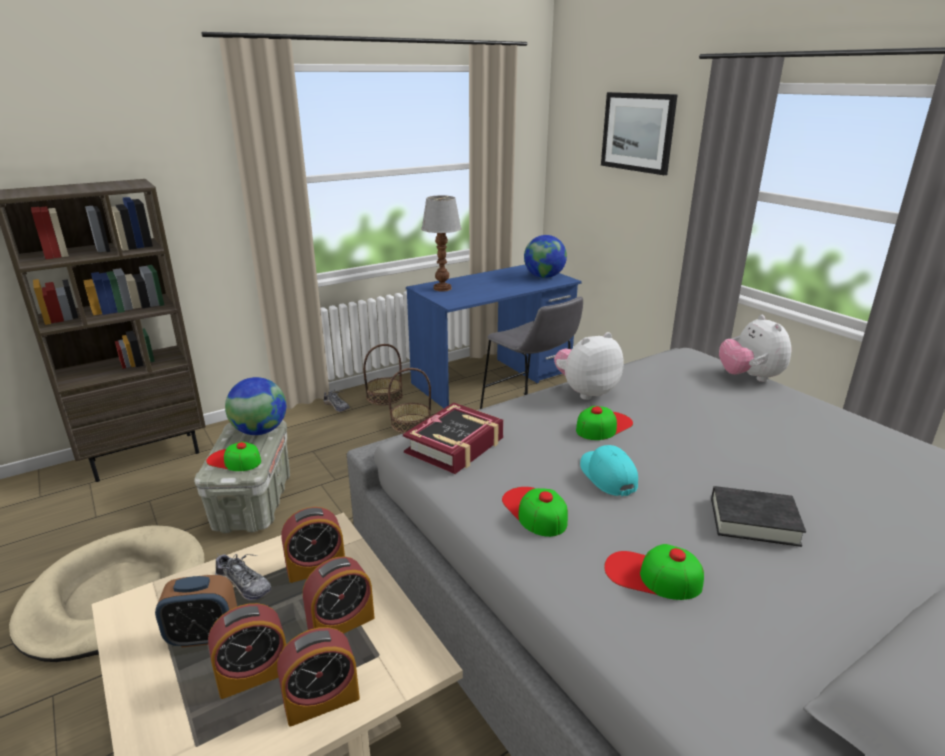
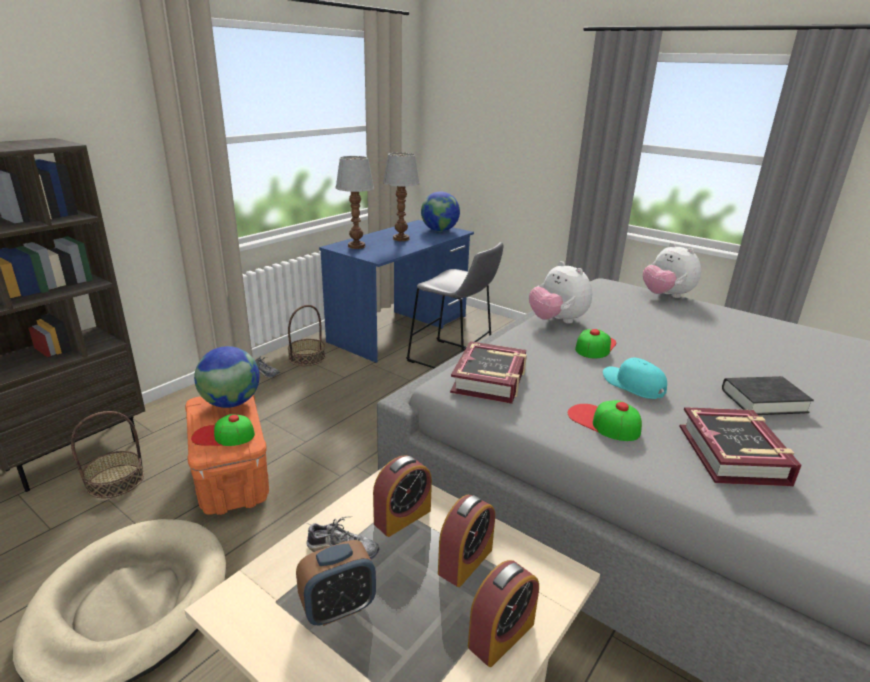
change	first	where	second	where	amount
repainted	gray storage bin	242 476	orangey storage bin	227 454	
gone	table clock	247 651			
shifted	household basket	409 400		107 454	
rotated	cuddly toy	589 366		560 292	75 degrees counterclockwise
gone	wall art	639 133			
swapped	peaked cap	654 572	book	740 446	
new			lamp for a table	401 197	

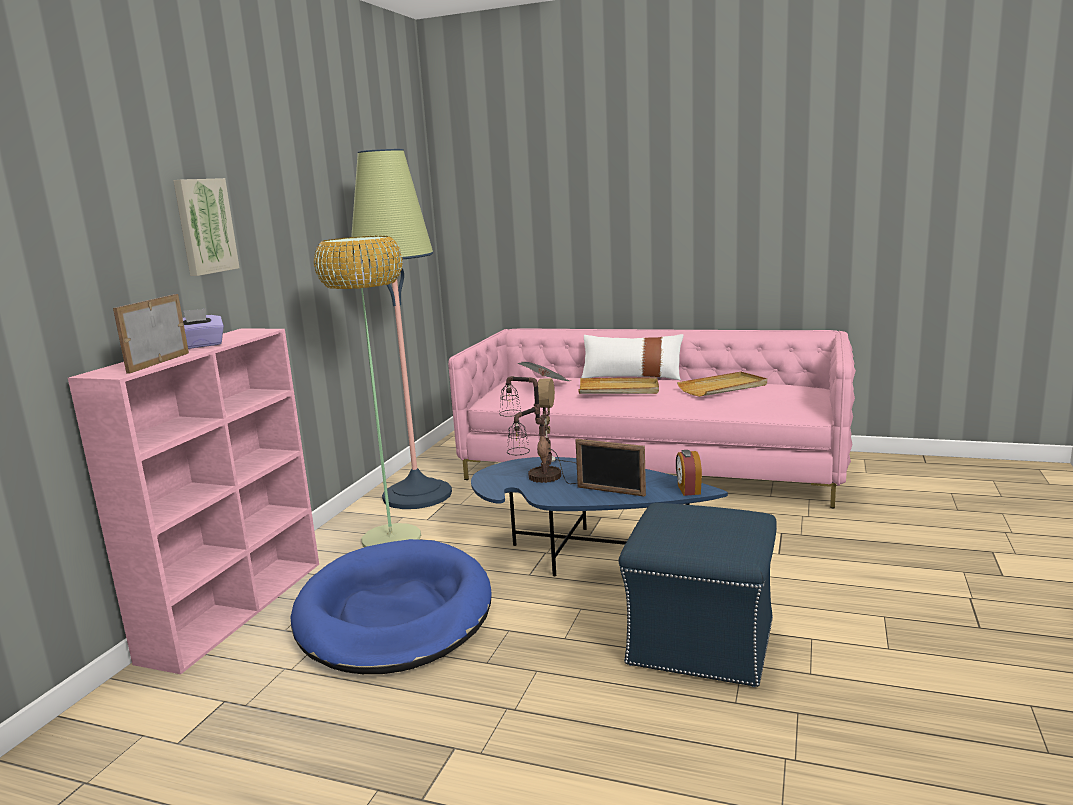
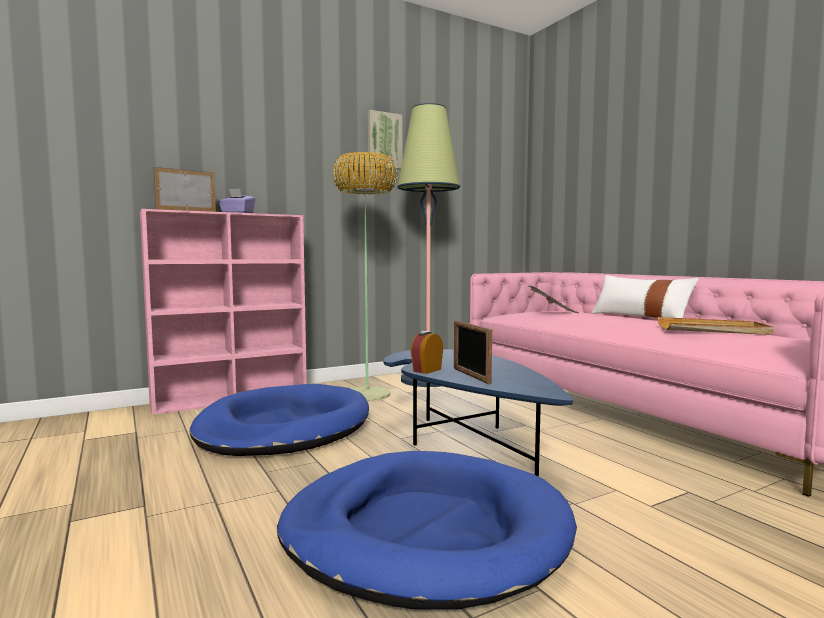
change	first	where	second	where	amount
shifted	wall art	206 227		385 140	
gone	lamp for a table	538 430			
gone	sand-coloured carrying tray	618 385			
swapped	bluish pouffe	697 595	bluish dog cushion	427 530	
shifted	table clock	689 473		427 352	

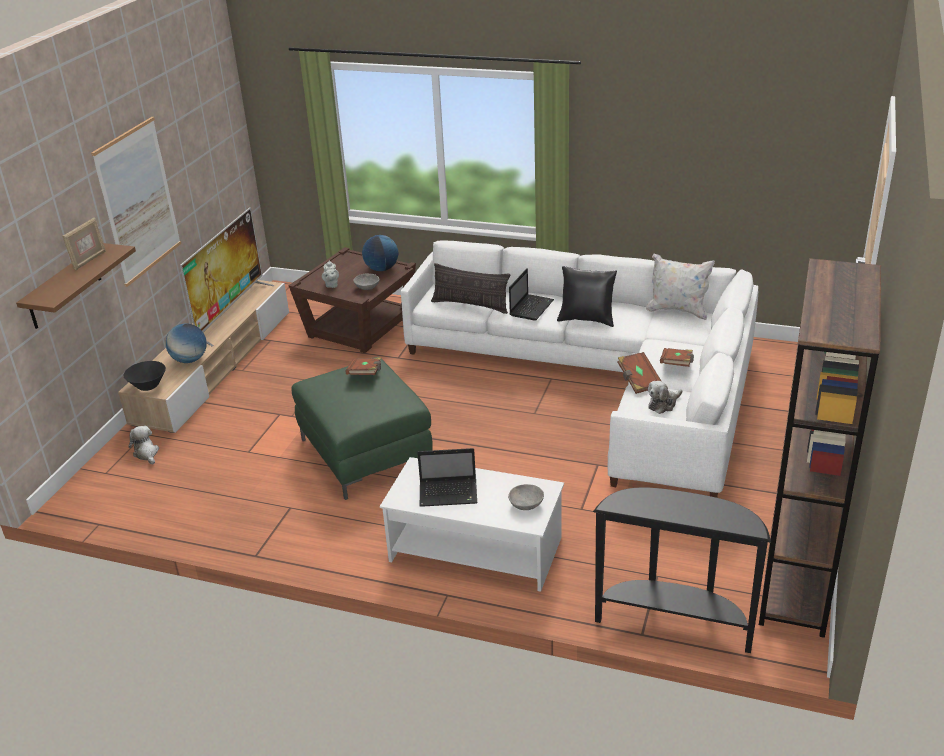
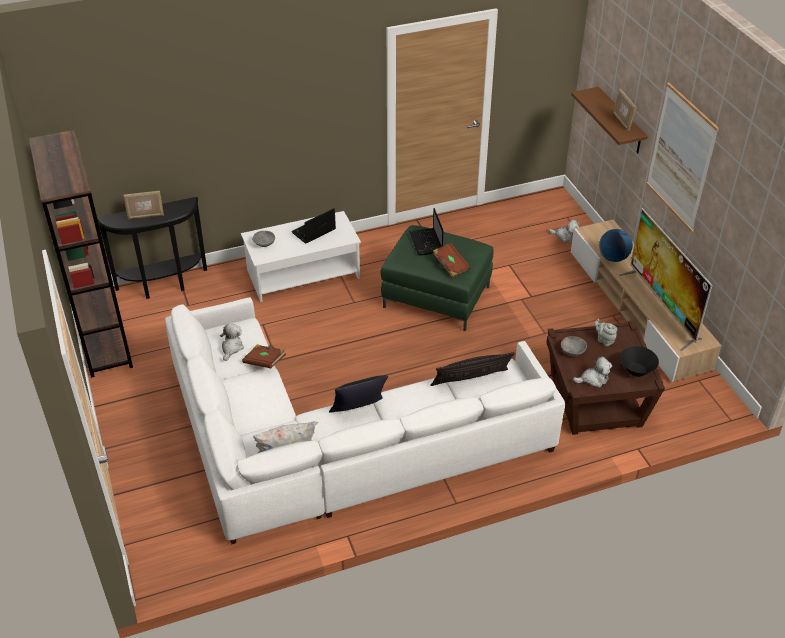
change	first	where	second	where	amount
shifted	black bowl	144 376		639 361	
swapped	globe	380 253	cuddly toy	592 372	
shifted	portable computer	531 294		426 232	
gone	brown book	677 357			
new			photo frame	143 205	

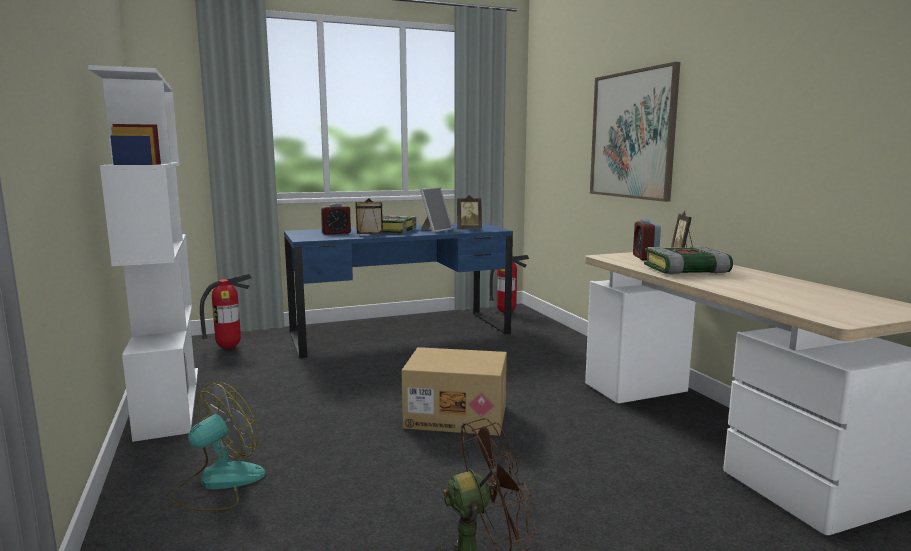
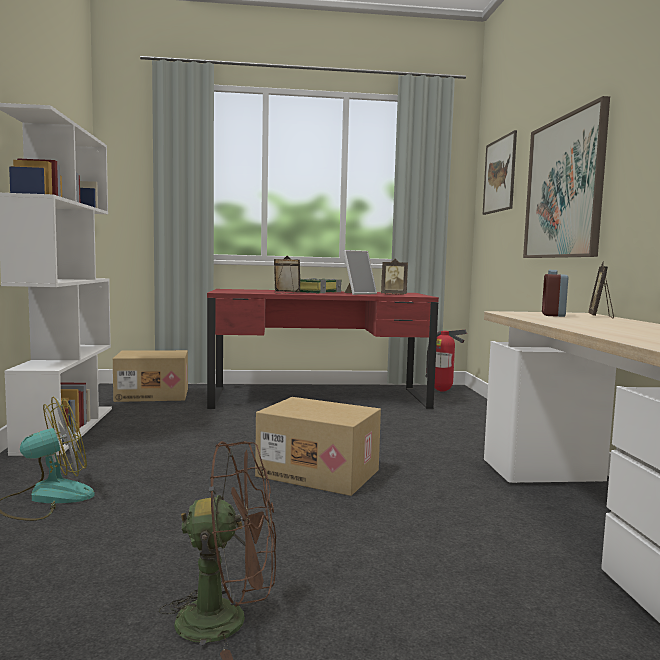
change	first	where	second	where	amount
swapped	fire extinguisher	226 311	carton	150 376	
repainted	bluish desk	398 290	red-coloured desk	323 349	
gone	table clock	336 219			
gone	book	688 260			
new			wall art	500 172	

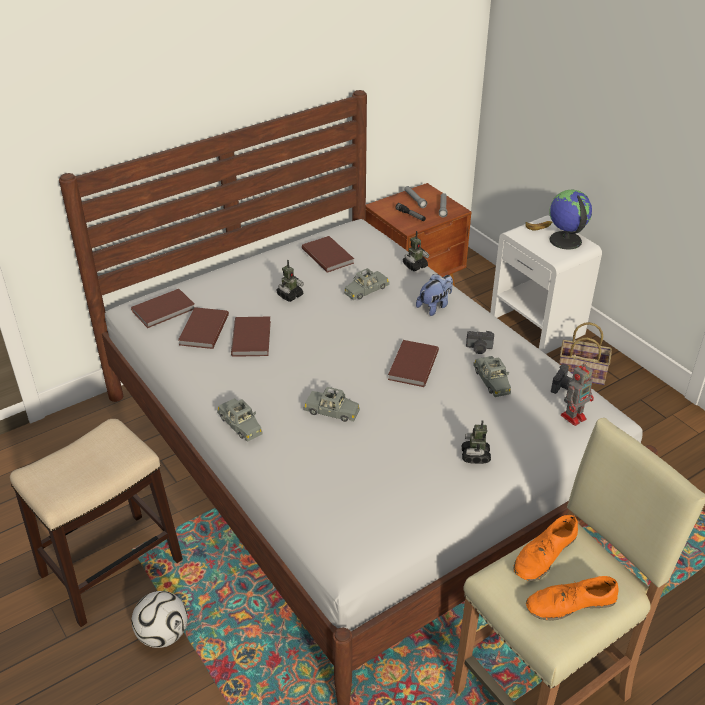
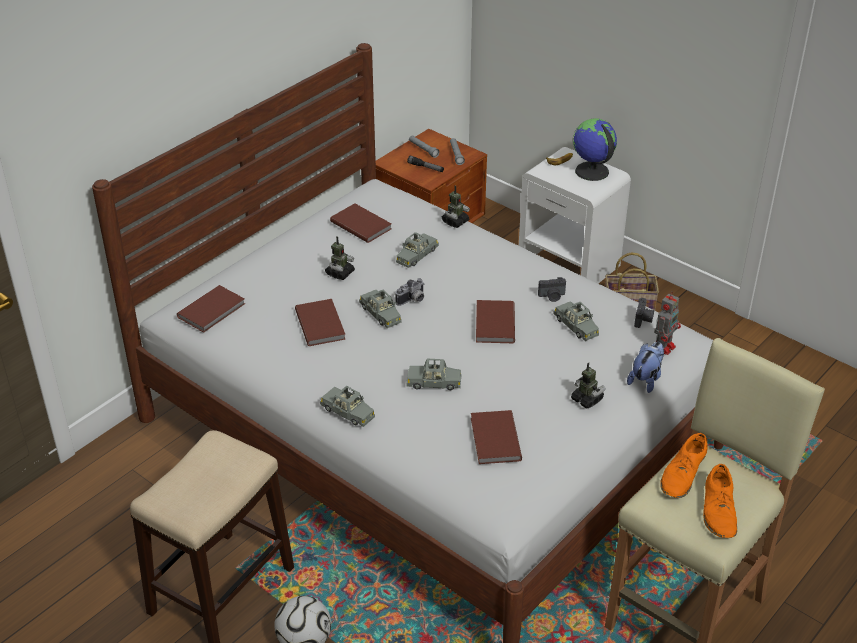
change	first	where	second	where	amount
shifted	brown book	203 328		496 437	
shifted	cuddly toy	434 295		645 367	
rotated	model robot	476 442		588 385	150 degrees clockwise
rotated	orangey low shoe	572 598		720 501	60 degrees counterclockwise
new			gray toy car	380 309	
new			still camera	409 292	

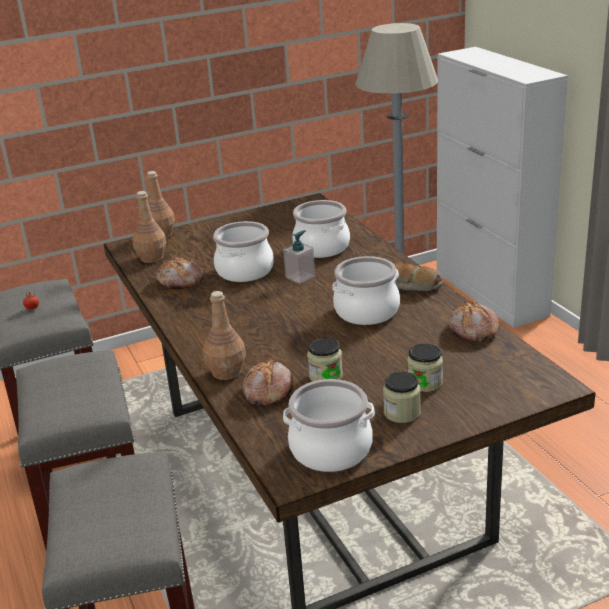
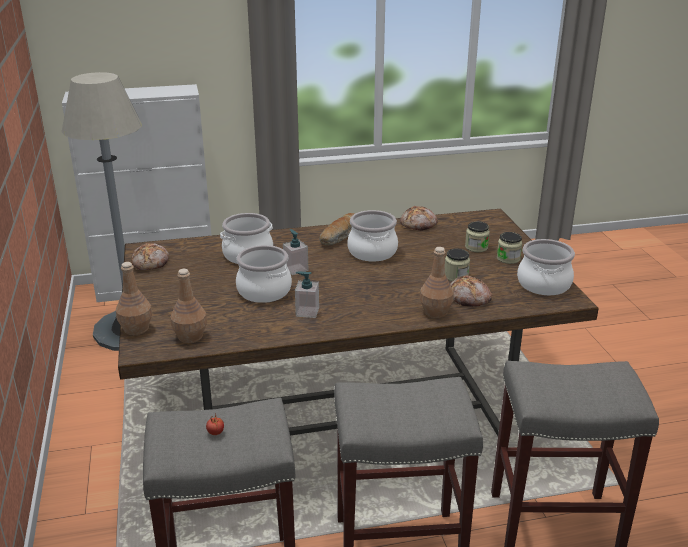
change	first	where	second	where	amount
shifted	bread	180 273		150 256	
new			soap dispenser	307 294	

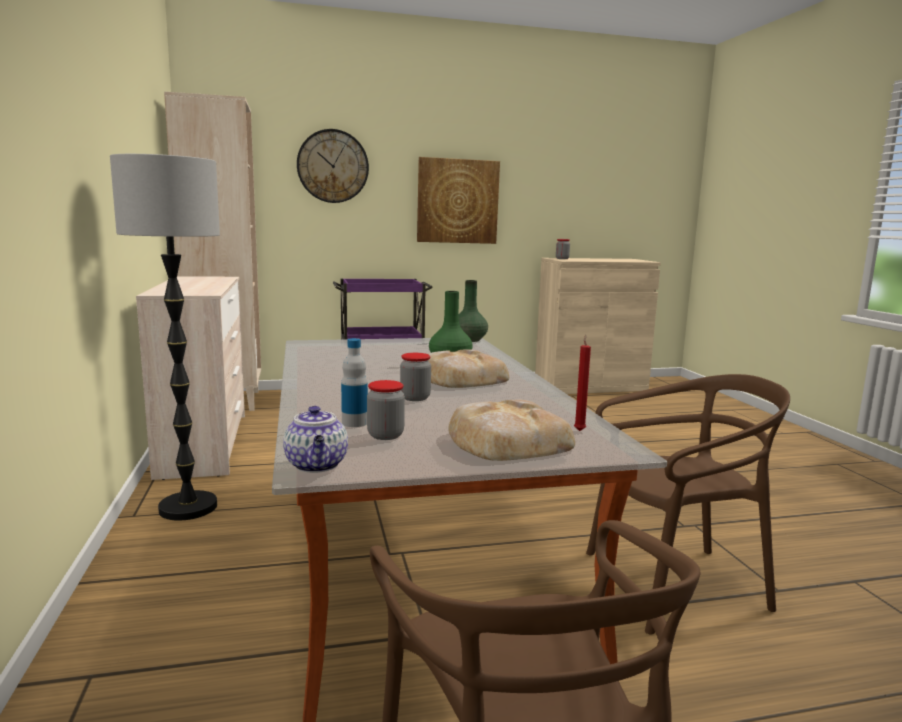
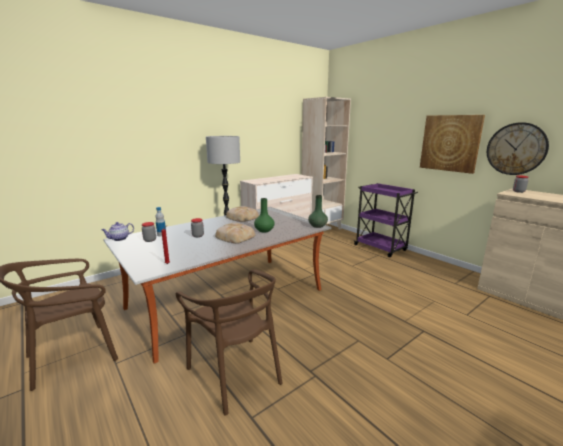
change	first	where	second	where	amount
shifted	wall clock	333 166		518 148	
shifted	bread	511 430		242 214	

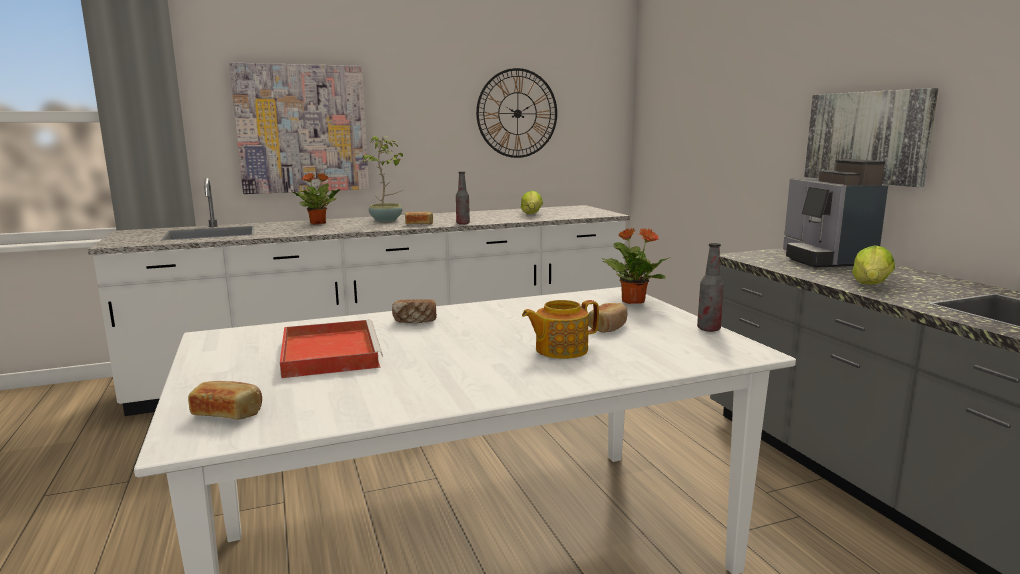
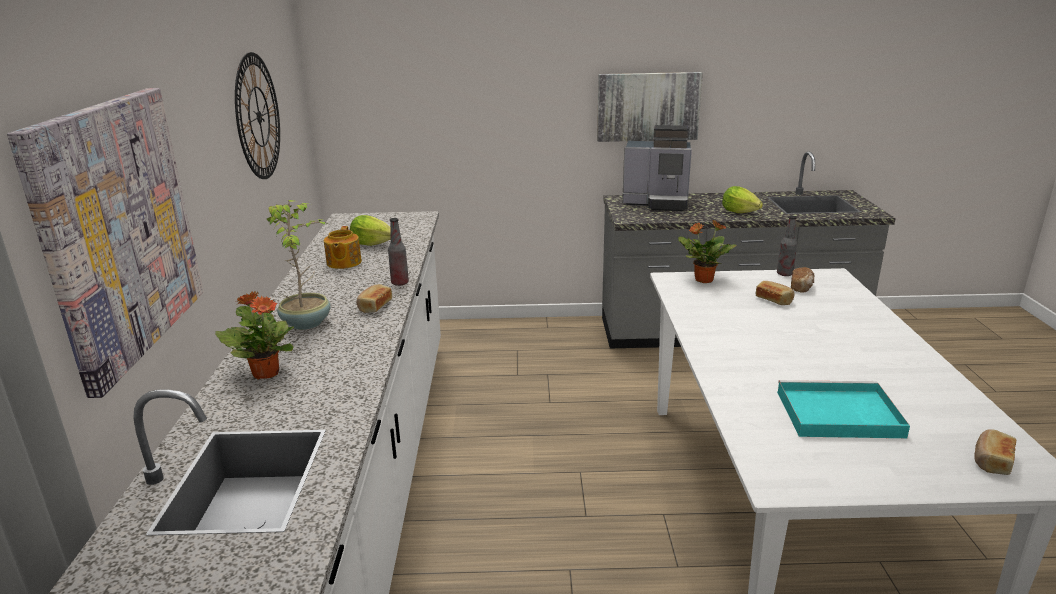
change	first	where	second	where	amount
repainted	red-coloured carrying tray	331 349	turquoise carrying tray	843 409	
shifted	bread	414 311		803 280	
shifted	pot for tea	560 329		343 247	

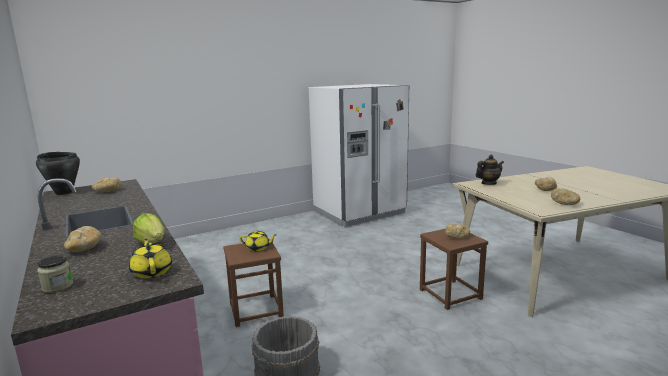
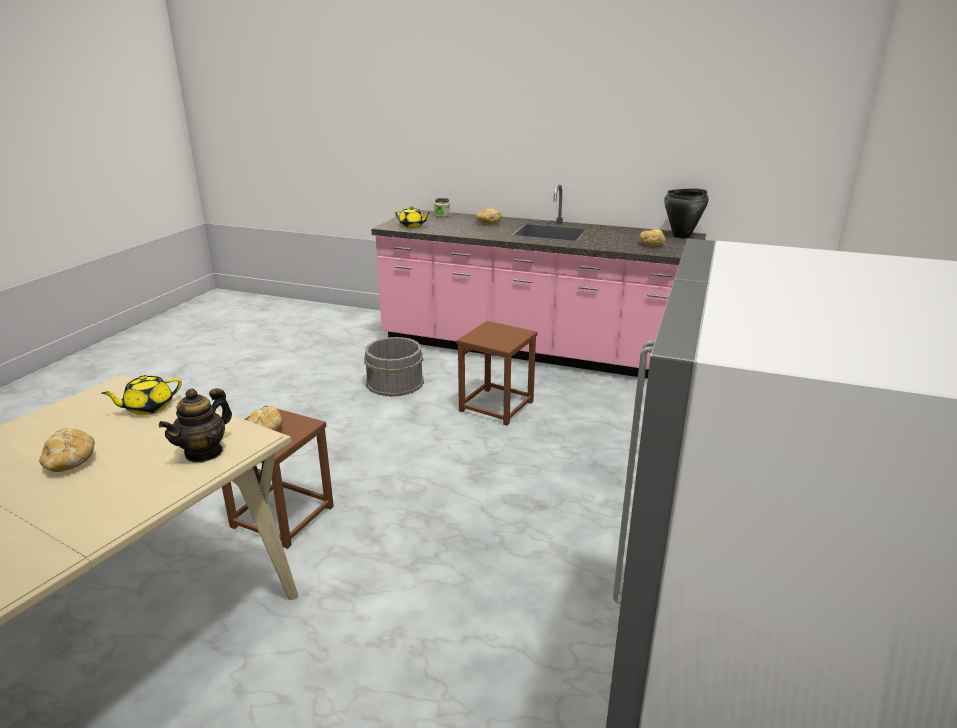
change	first	where	second	where	amount
gone	head of lettuce	148 228			
shifted	yellow pot for tea	258 240		141 395	
gone	bread	565 196			

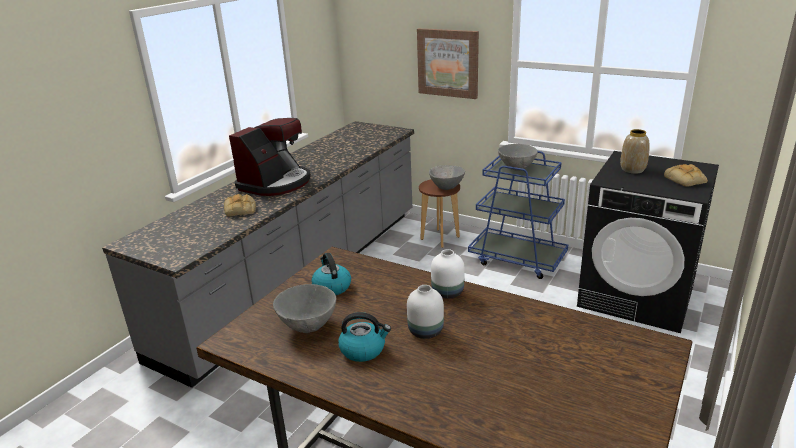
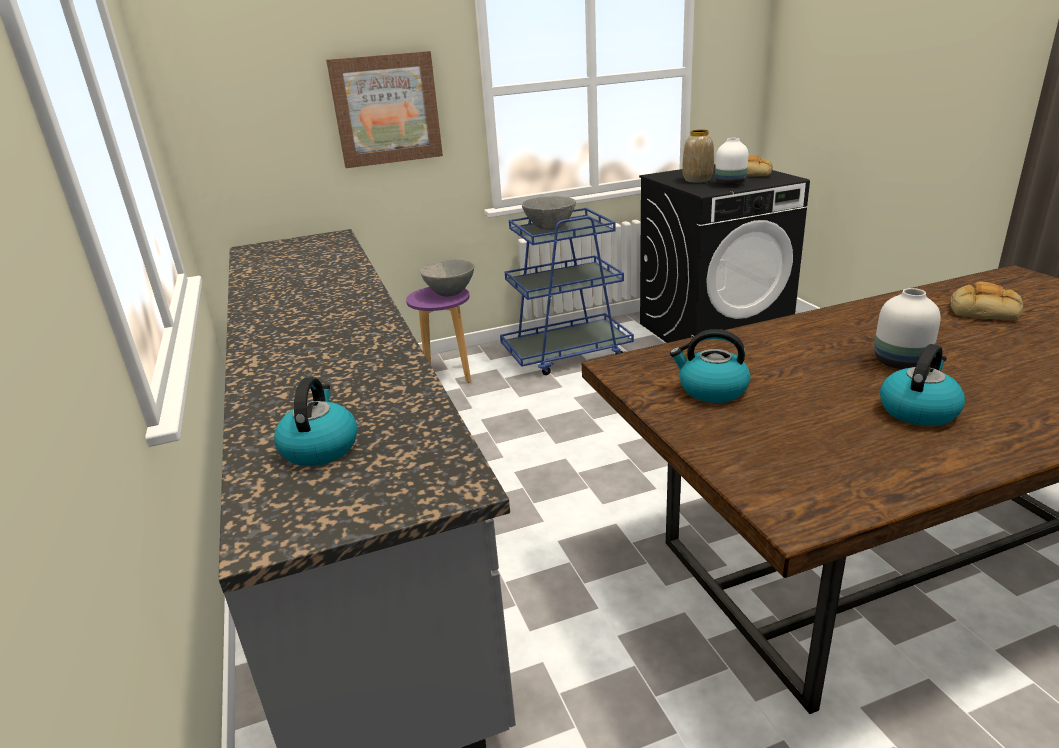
change	first	where	second	where	amount
shifted	bread	240 205		987 301	
gone	coffee machine	270 157			
gone	gray bowl	304 308			
repainted	brown stool	439 213	purple stool	438 335	
shifted	whitish vase	448 274		731 162	
new			tea kettle	315 421	

